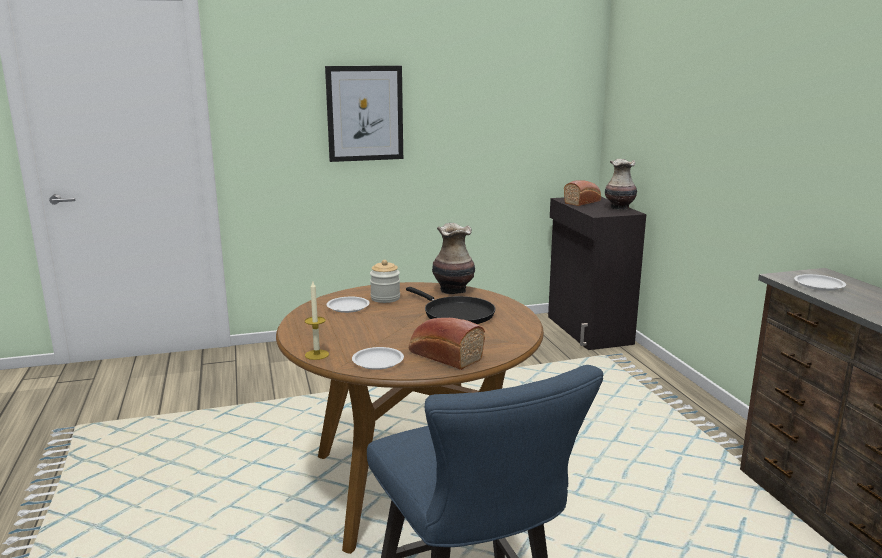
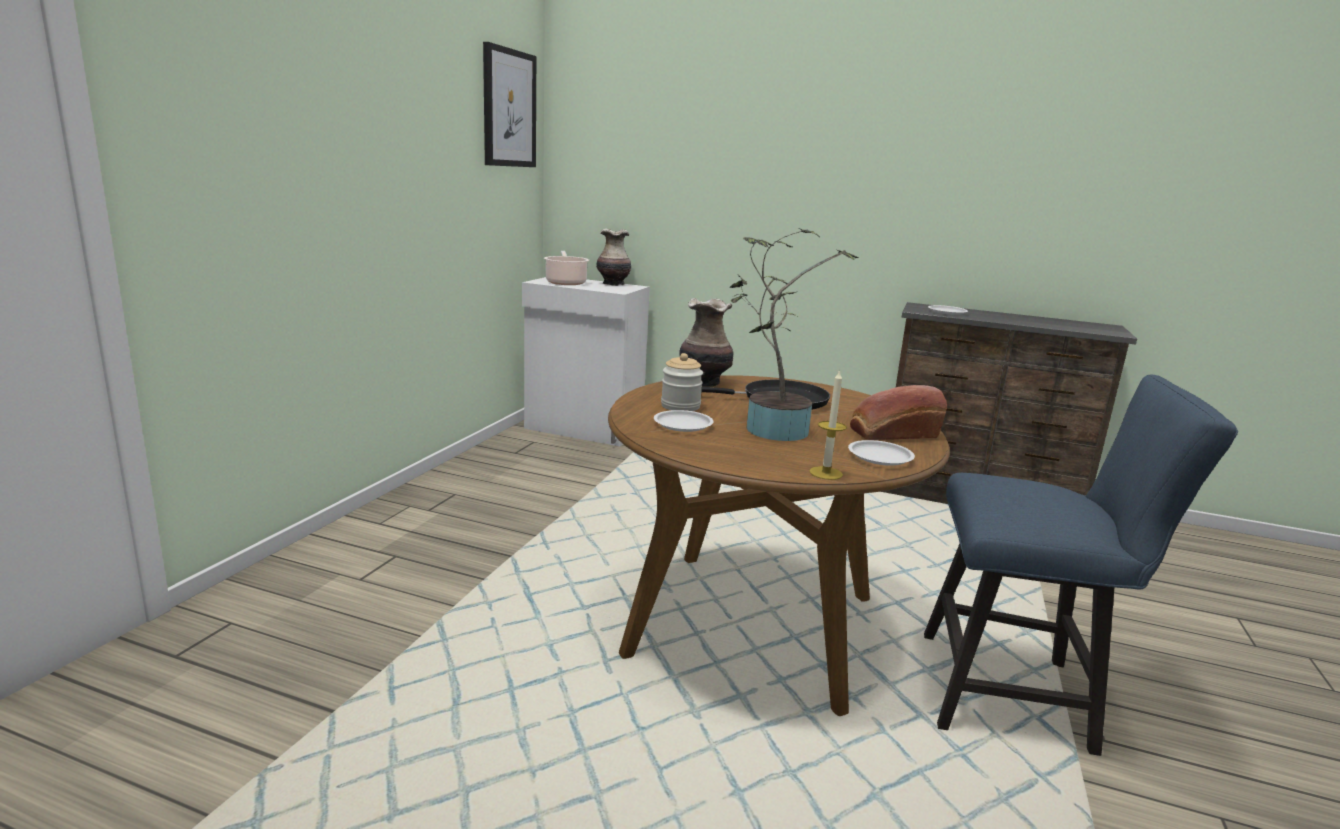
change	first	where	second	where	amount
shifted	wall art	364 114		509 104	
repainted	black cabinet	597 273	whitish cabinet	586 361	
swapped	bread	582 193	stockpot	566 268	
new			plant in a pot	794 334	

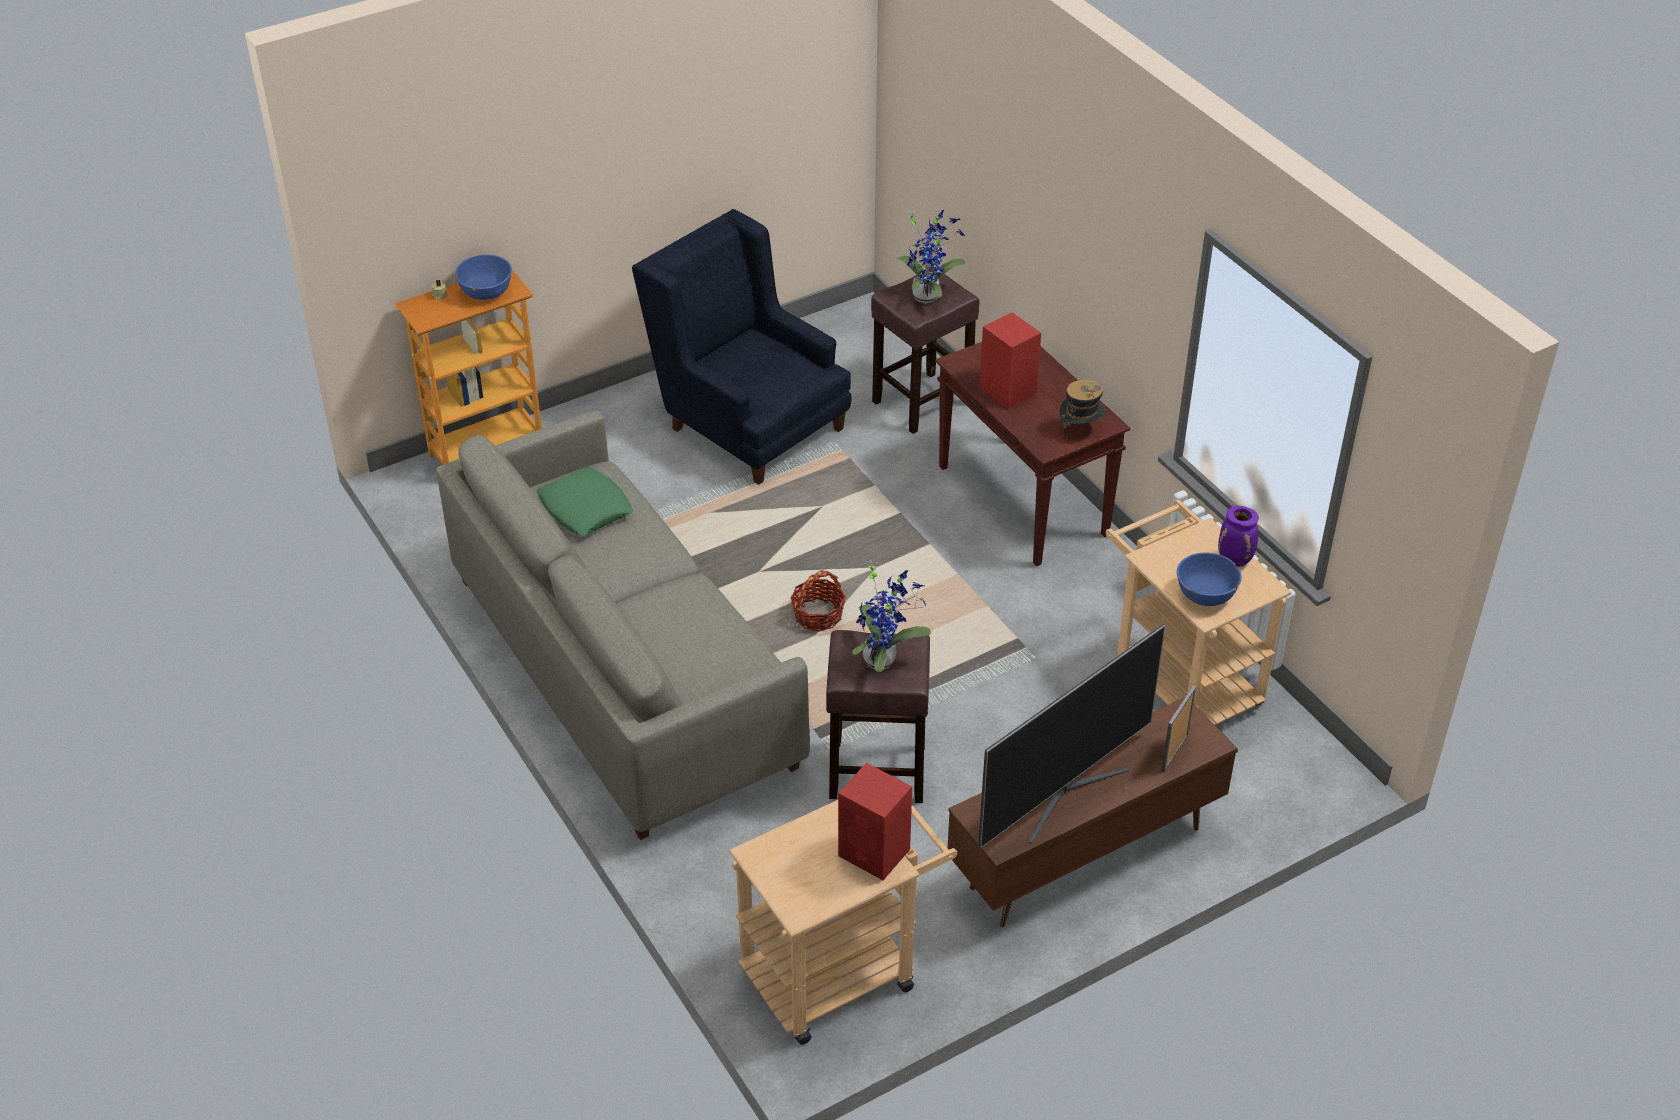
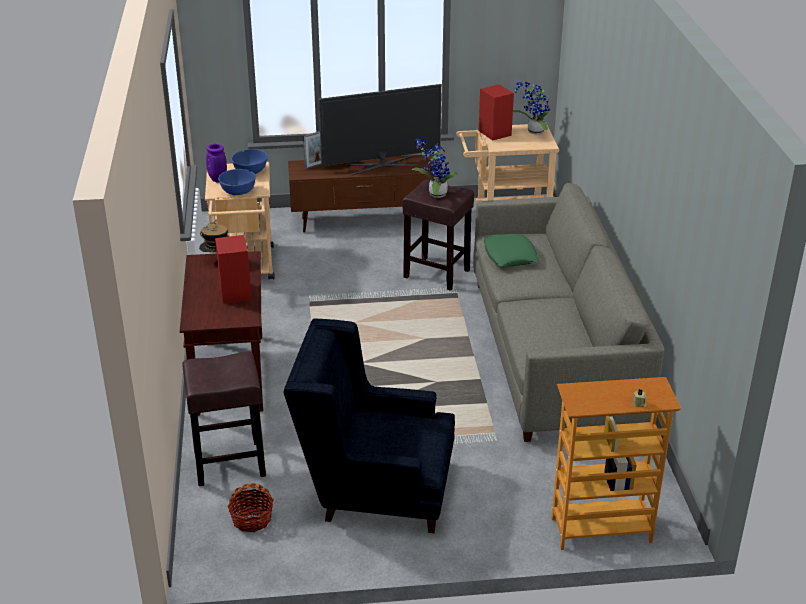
change	first	where	second	where	amount
shifted	bluish bowl	483 277		237 182	
shifted	green throw pillow	584 501		511 250	
rotated	bluish armchair	742 347		369 426	120 degrees clockwise
shifted	household basket	818 601		250 507	
shifted	plant in a pot	931 256		532 108	

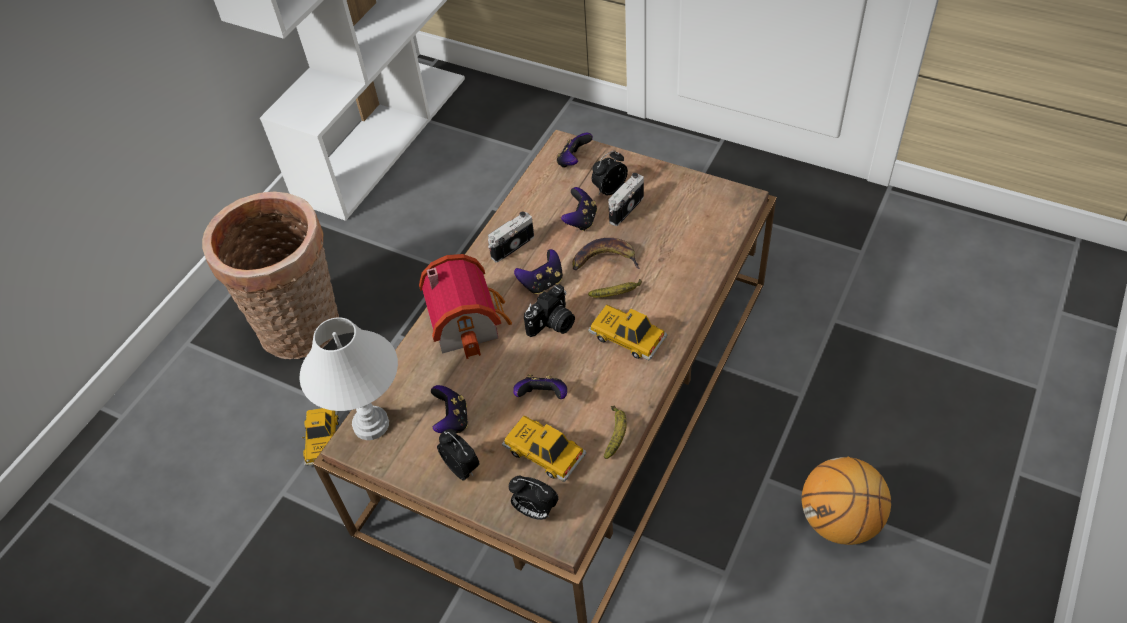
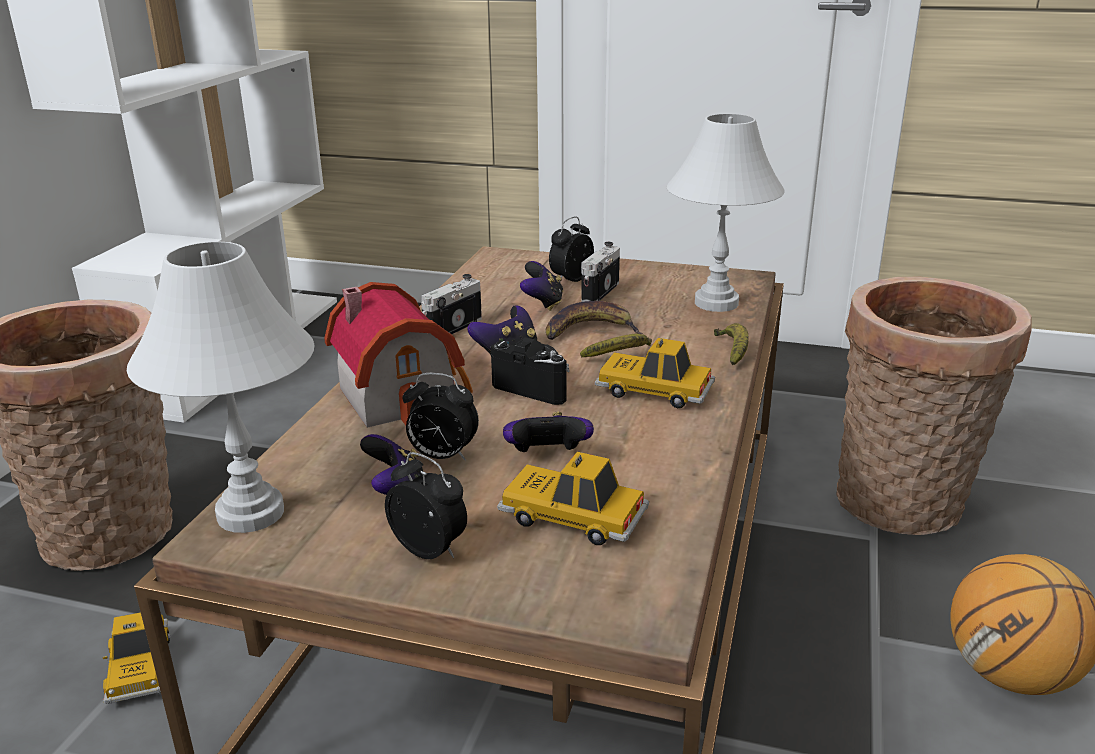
change	first	where	second	where	amount
shifted	table clock	534 498		441 417	
rotated	still camera	549 311		530 371	90 degrees counterclockwise
gone	game controller	575 150			
shifted	banana fruit	615 432		731 344	
new			whitish lamp for a table	726 213	
new			household basket	934 406	

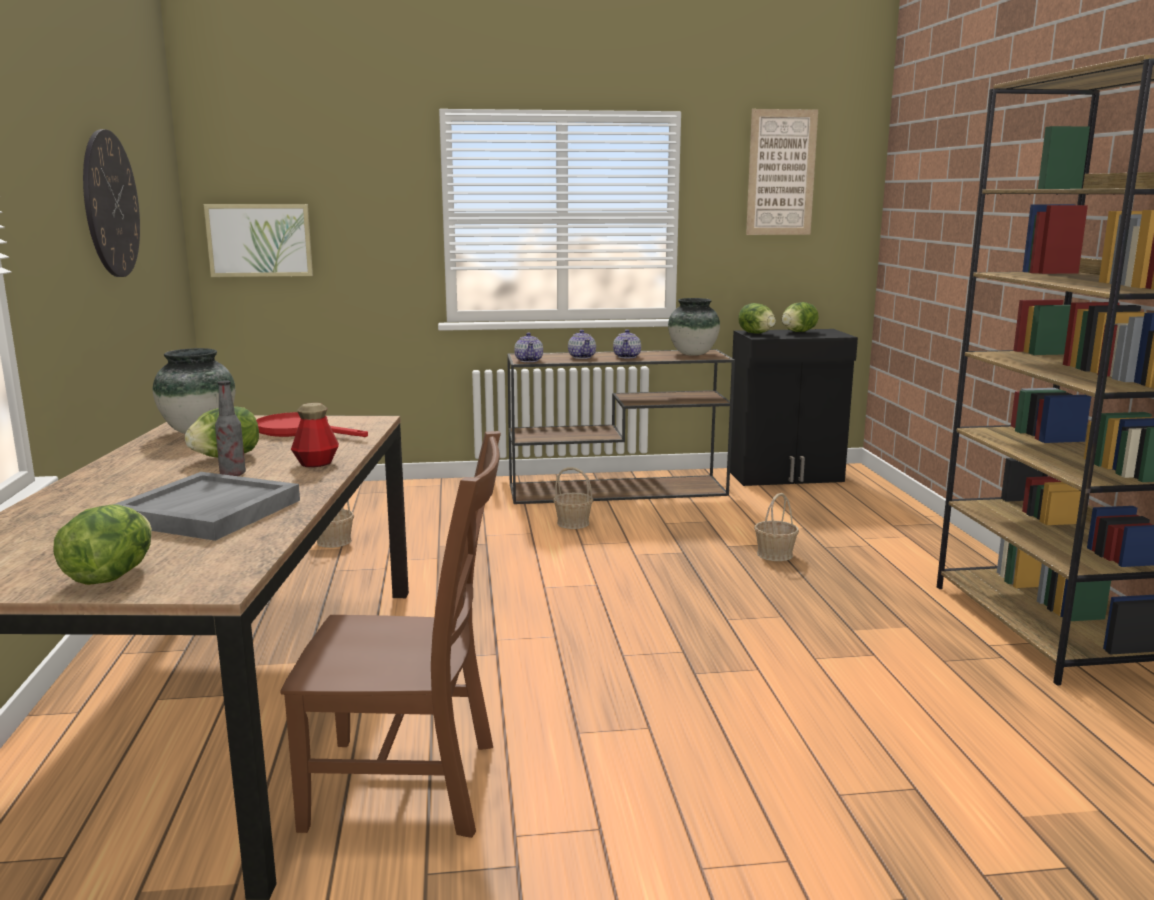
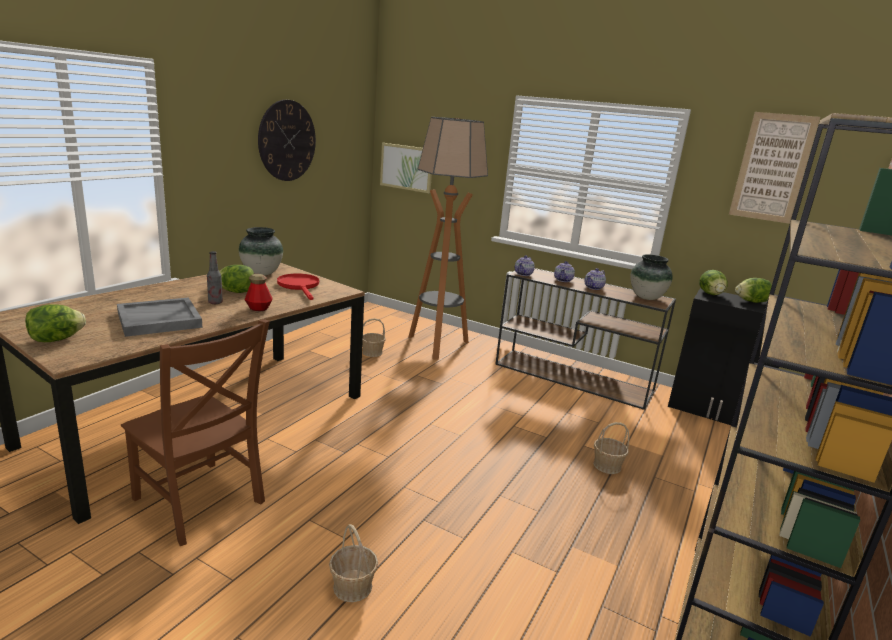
change	first	where	second	where	amount
shifted	household basket	573 498		353 563	
new			standard lamp	448 238	

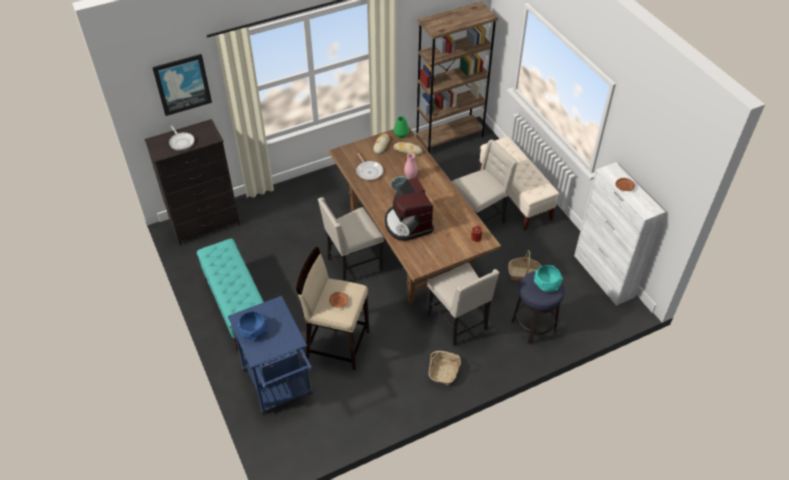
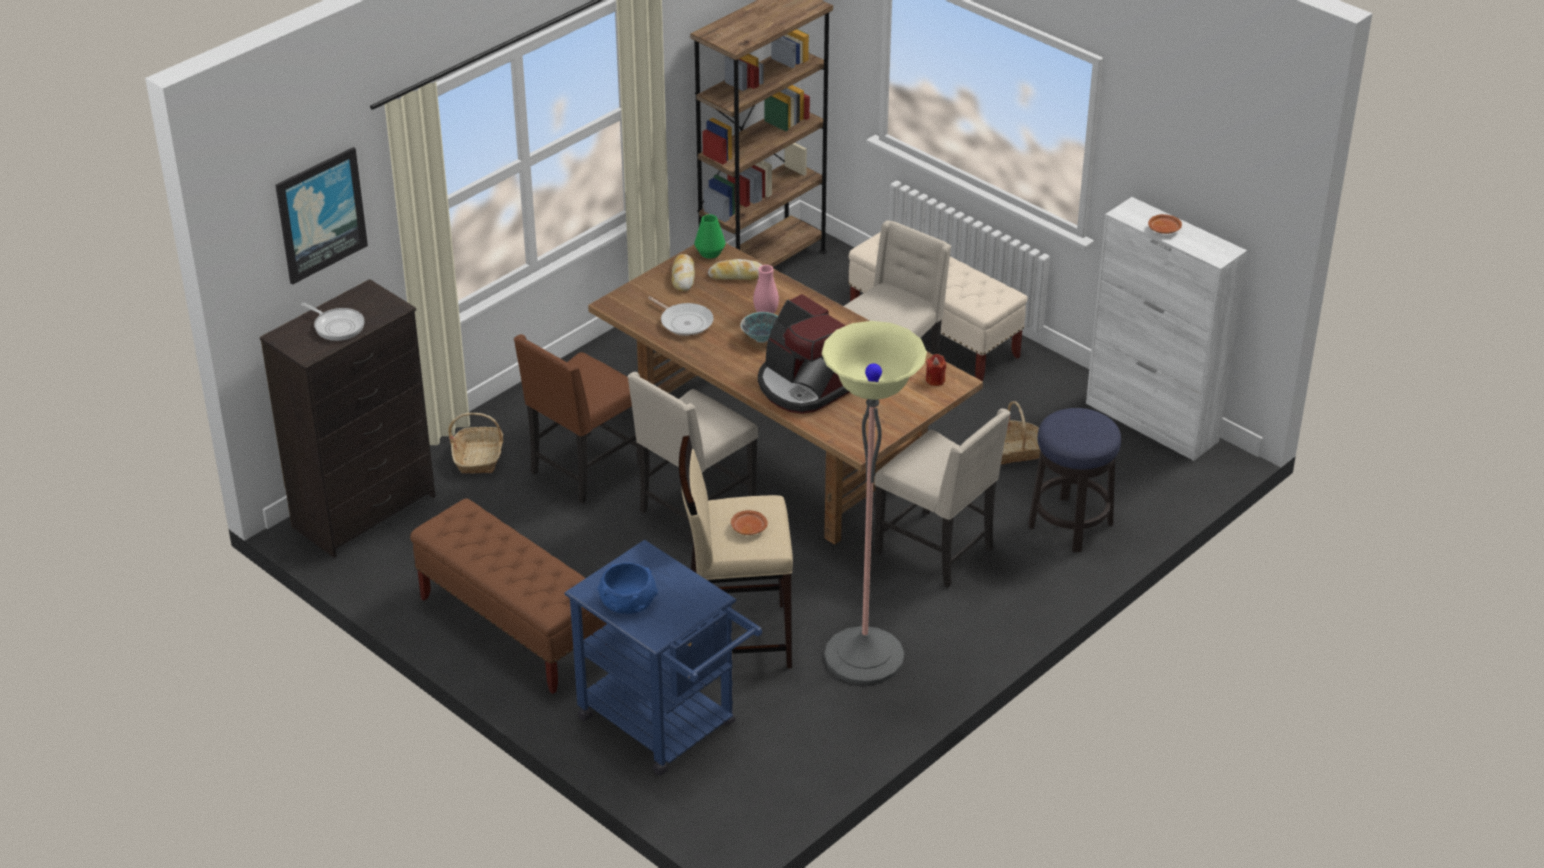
change	first	where	second	where	amount
repainted	turquoise indoor bench	230 294	brown indoor bench	508 596	
shifted	household basket	445 368		475 443	
gone	turquoise bowl	548 278			
new			brown chair	577 419	
new			standard lamp	874 503	

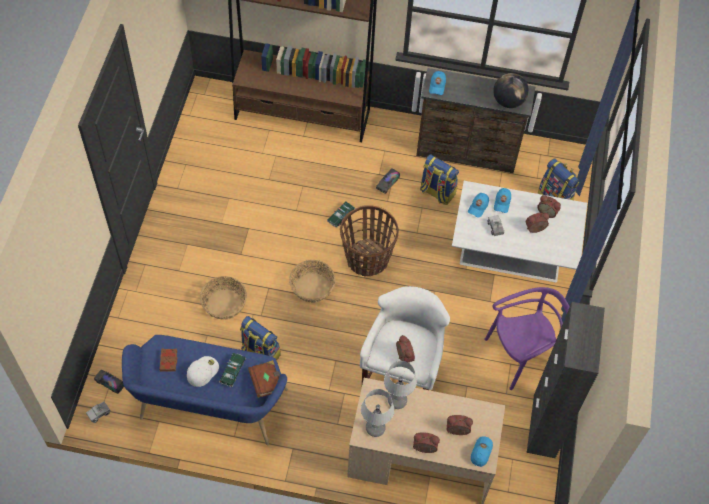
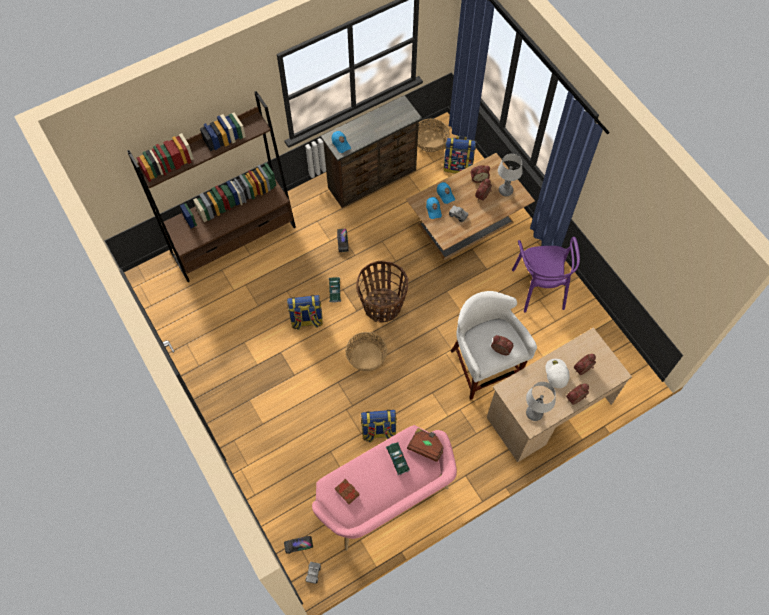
change	first	where	second	where	amount
repainted	bluish indoor bench	205 390	pink indoor bench	384 488	
shifted	whitish peaked cap	203 371		558 373	
shifted	household basket	223 298		433 135	
shifted	lamp for a table	400 385		510 175	
shifted	rucksack	439 179		305 312	
repainted	whitish low table	519 232	brown low table	470 206	
gone	bluish peaked cap	482 451			
rotated	purple chair	527 338		546 275	150 degrees clockwise
gone	globe	511 90			
gone	black cabinet	566 380			

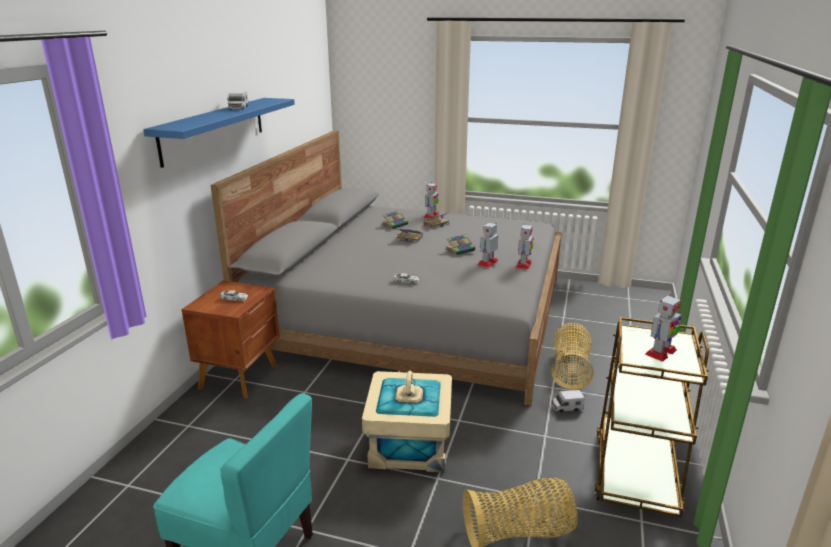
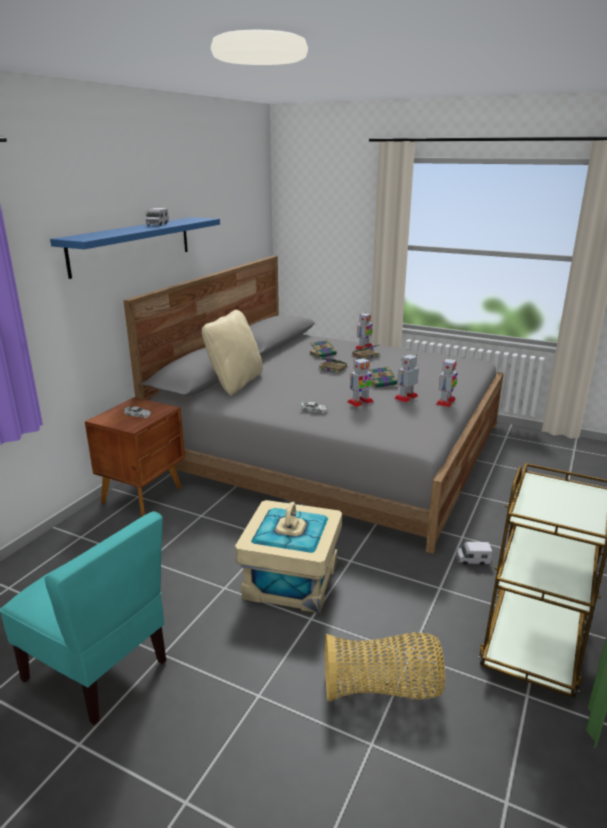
change	first	where	second	where	amount
gone	household basket	572 356			
shifted	model robot	663 328		360 382	
new			sand-coloured throw pillow	232 353	

